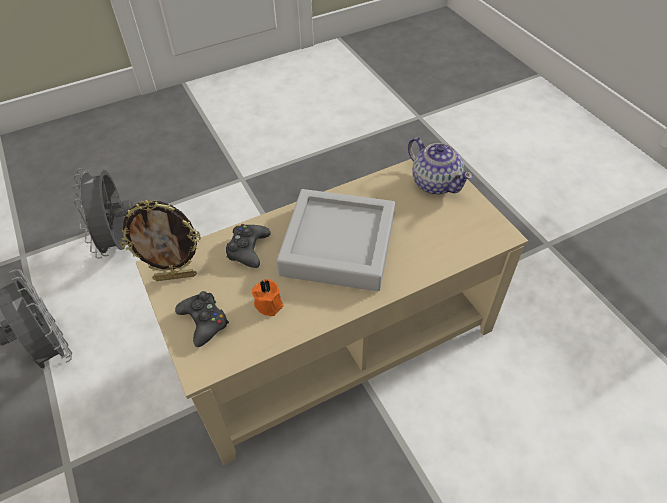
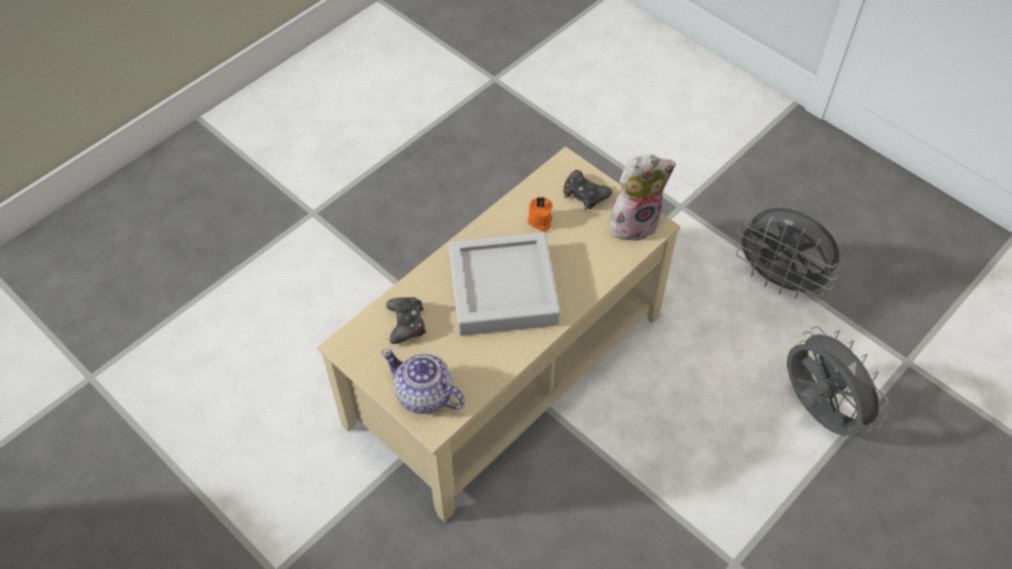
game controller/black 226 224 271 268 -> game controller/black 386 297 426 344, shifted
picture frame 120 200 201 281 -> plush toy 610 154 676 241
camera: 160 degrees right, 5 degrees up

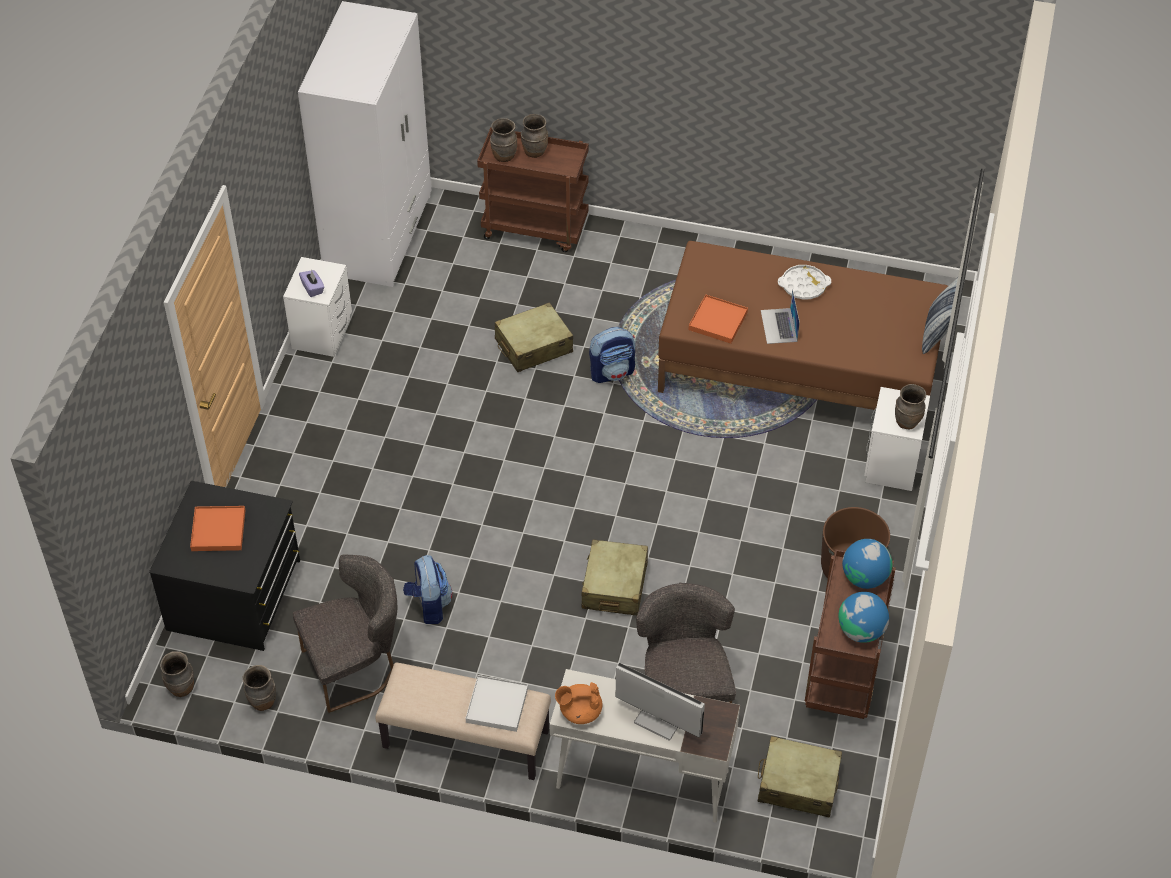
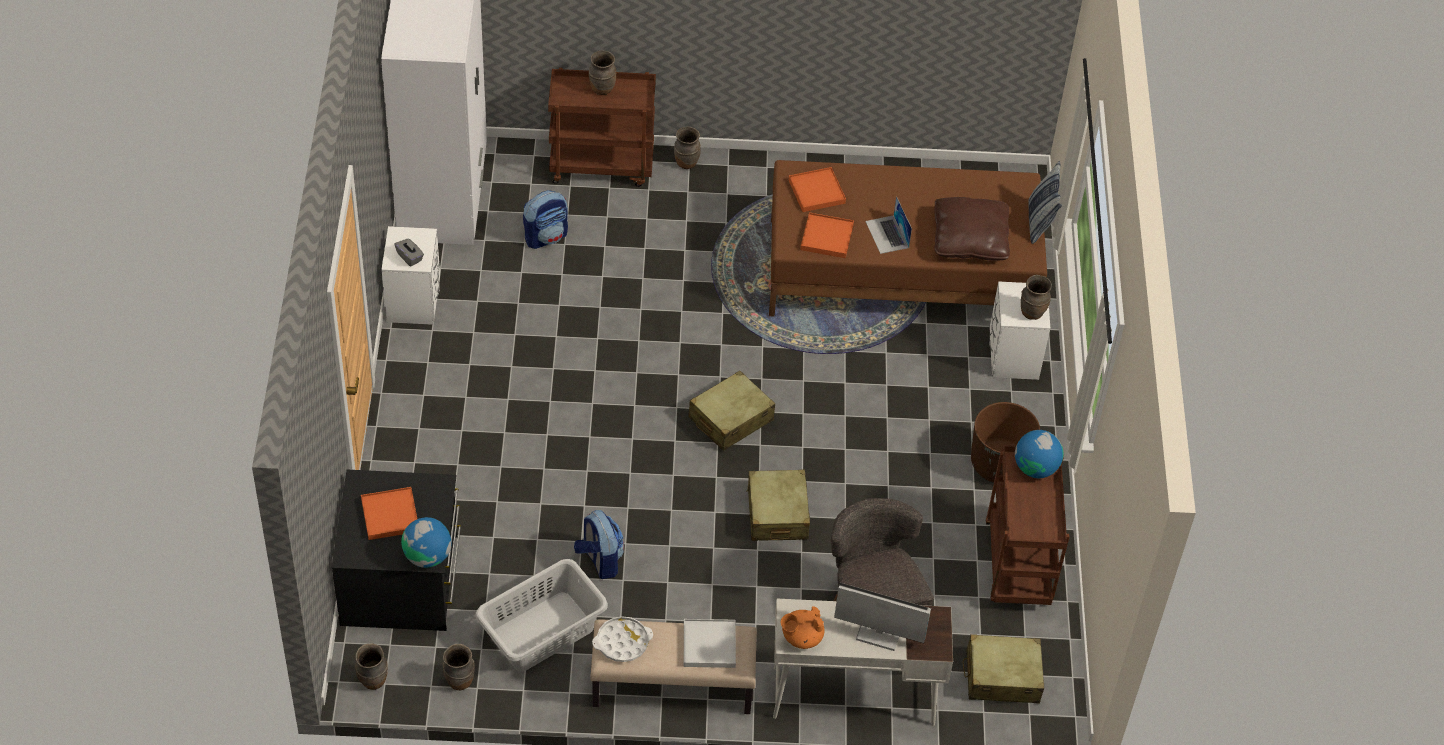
none -> tray/orange 789 167 846 212
none -> pillow/brown 934 197 1010 261
vase/brown 490 118 517 162 -> vase/brown 674 127 701 169, shifted
suitcase/beige 495 302 573 372 -> suitcase/beige 688 371 775 451, shifted
backpack 589 327 635 383 -> backpack 523 190 568 249, shifted
tray/white 778 265 831 300 -> tray/white 592 616 653 662, shifted
globe 839 592 889 643 -> globe 401 517 451 568, shifted
chair/grey 293 555 397 713 -> laundry basket/grey 475 559 608 671
tissue box/purple 299 270 324 297 -> tissue box/grey 394 238 424 267
camera: 15 degrees left, 0 degrees up

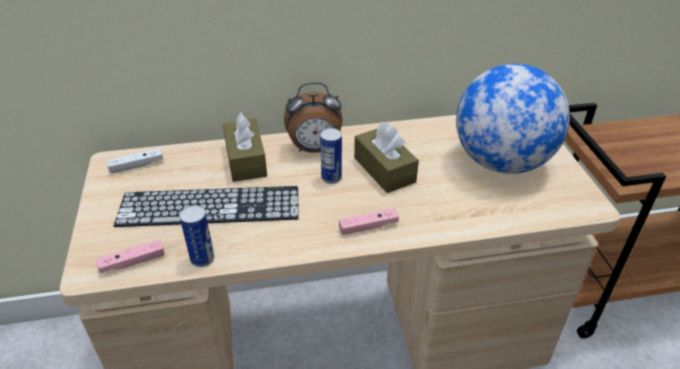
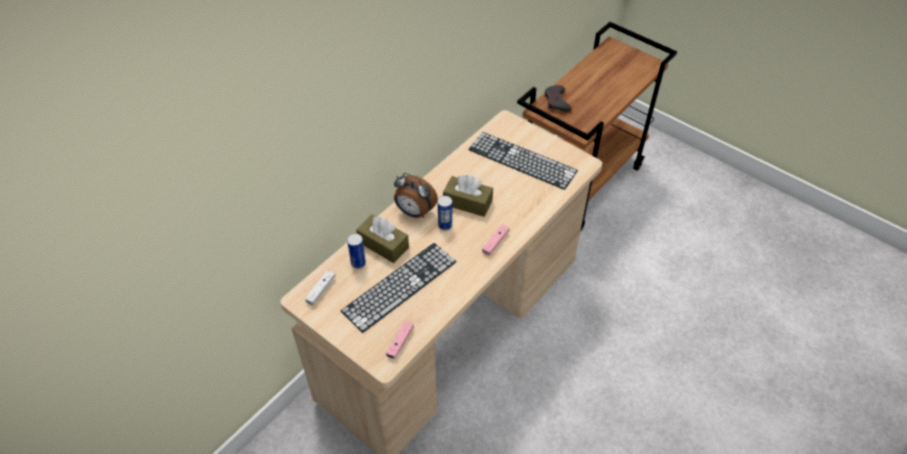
none -> game controller/grey 545 85 572 112
can 179 205 214 267 -> can 347 233 366 269, shifted
globe 456 64 570 174 -> keyboard 468 132 578 190
alarm clock 284 82 342 153 -> alarm clock 394 173 438 218, 75 degrees clockwise
camera: 40 degrees left, 10 degrees up

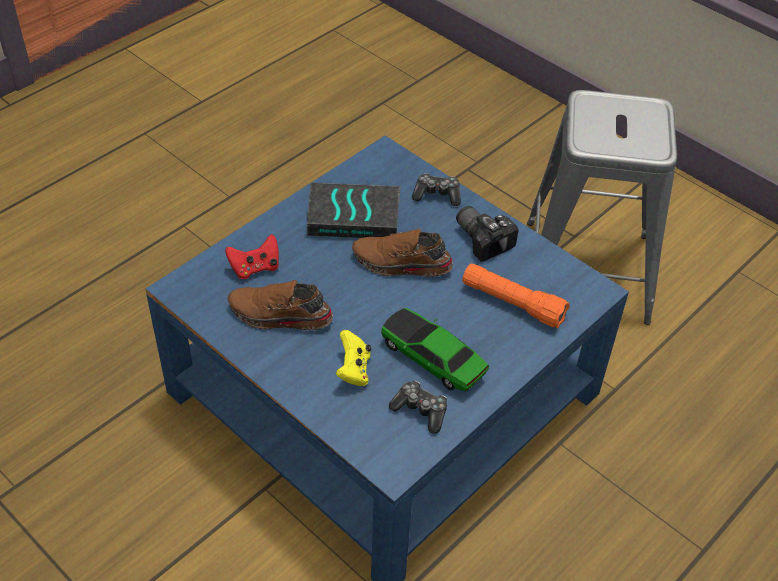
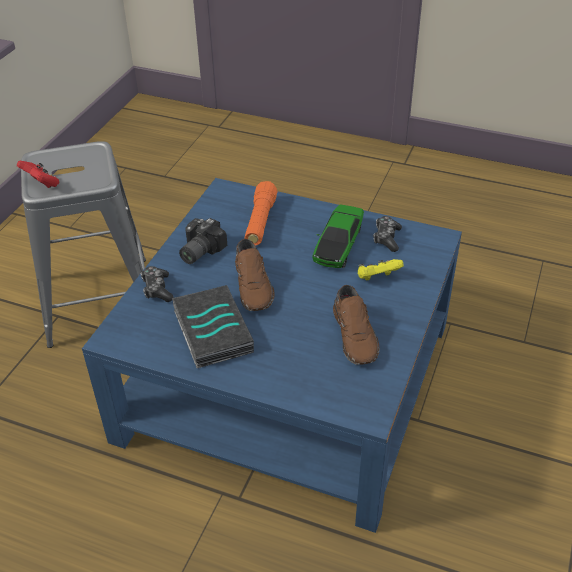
game controller/red 225 234 279 279 -> game controller/red 17 161 59 188, shifted
camera: 110 degrees left, 5 degrees down

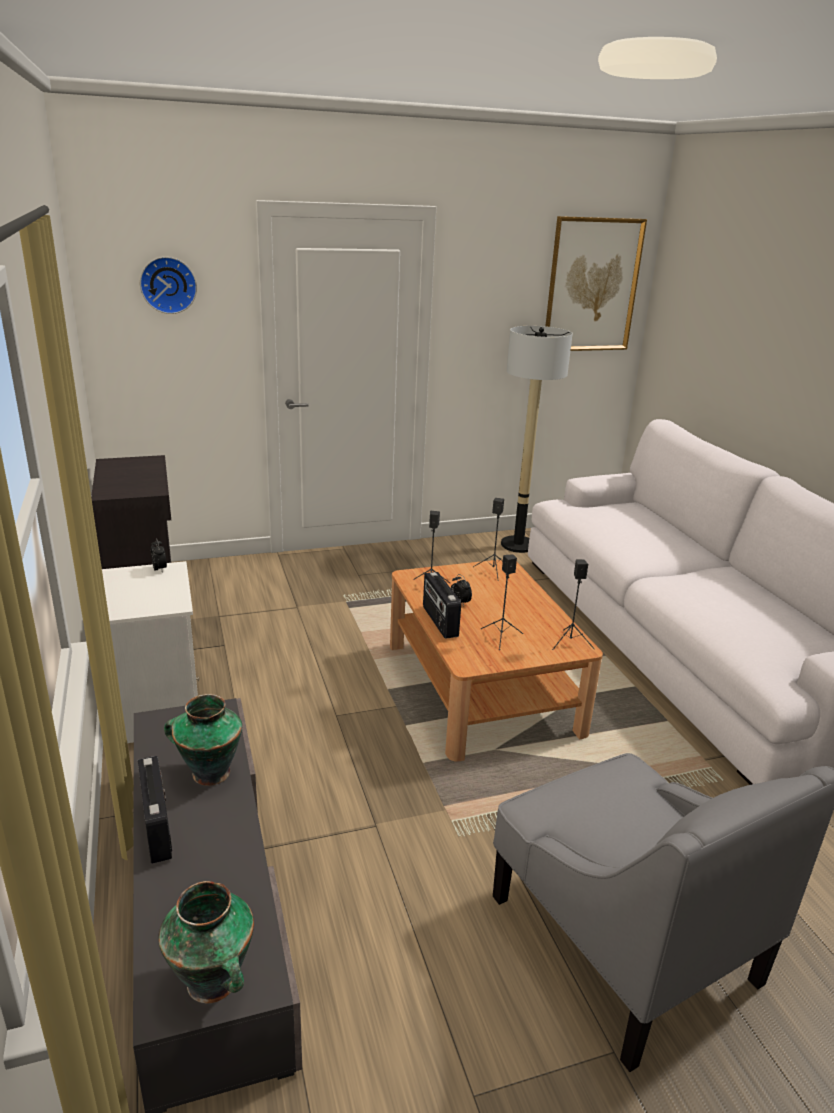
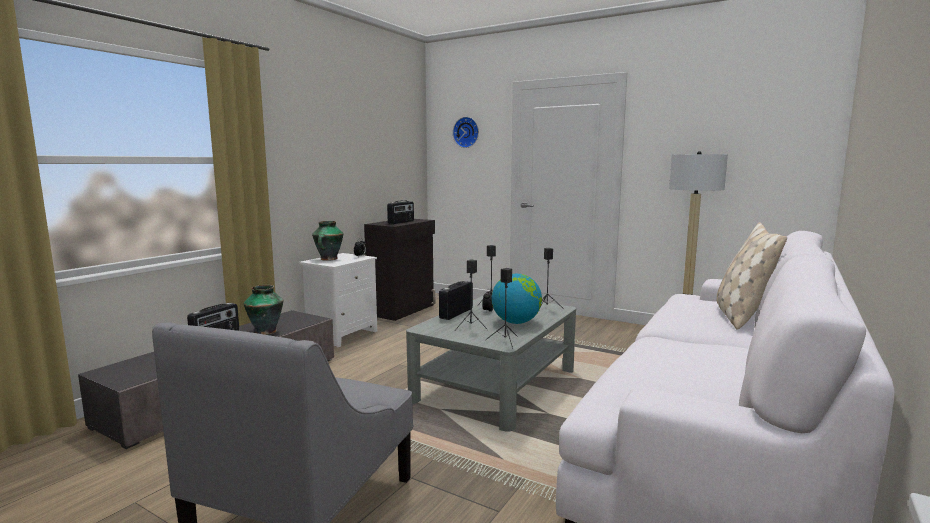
picture 546 216 647 351 -> none
none -> radio 387 200 414 224
none -> globe 491 274 542 324
none -> pillow/beige 716 222 787 330
vase 158 881 254 1004 -> vase 312 221 344 261, shifted
coffee table/brown 390 559 603 761 -> coffee table/grey 406 296 576 432
camera: 50 degrees right, 15 degrees down

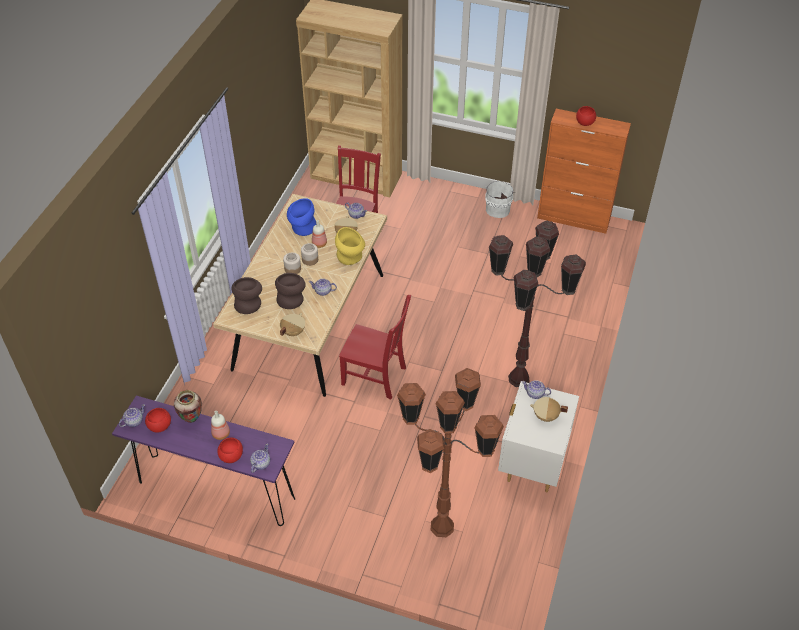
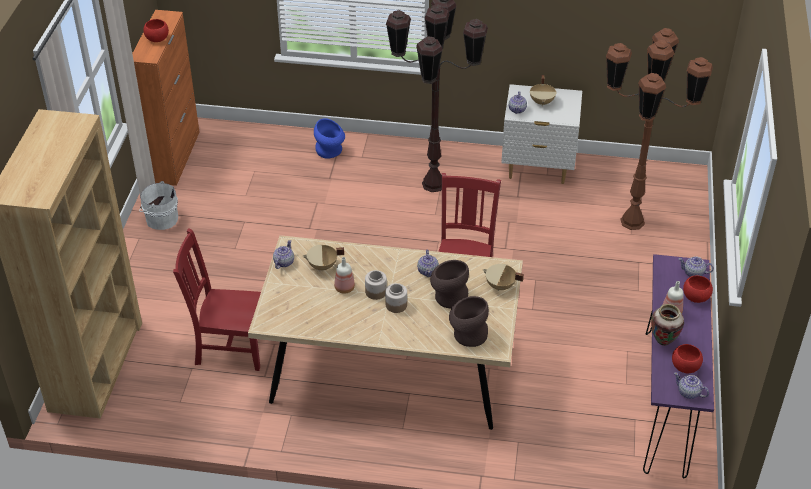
vase/yellow 335 227 365 265 -> none
vase/blue 287 198 316 236 -> vase/blue 314 118 345 159, shifted
camera: 100 degrees left, 5 degrees down

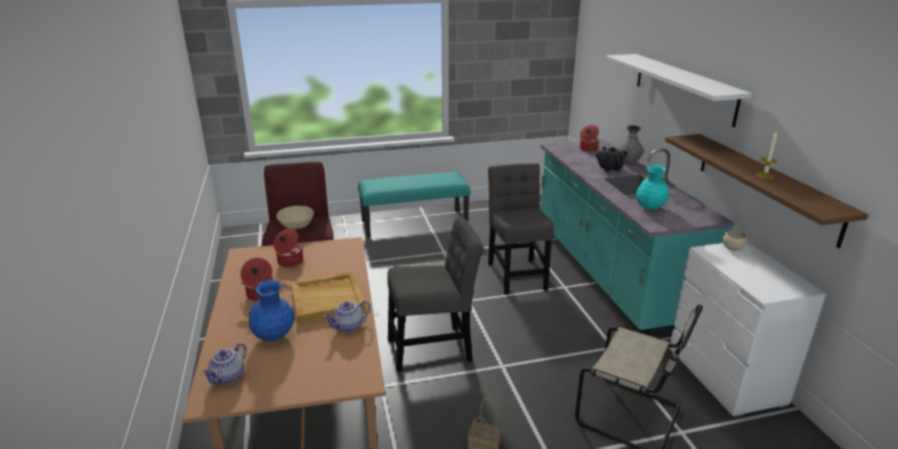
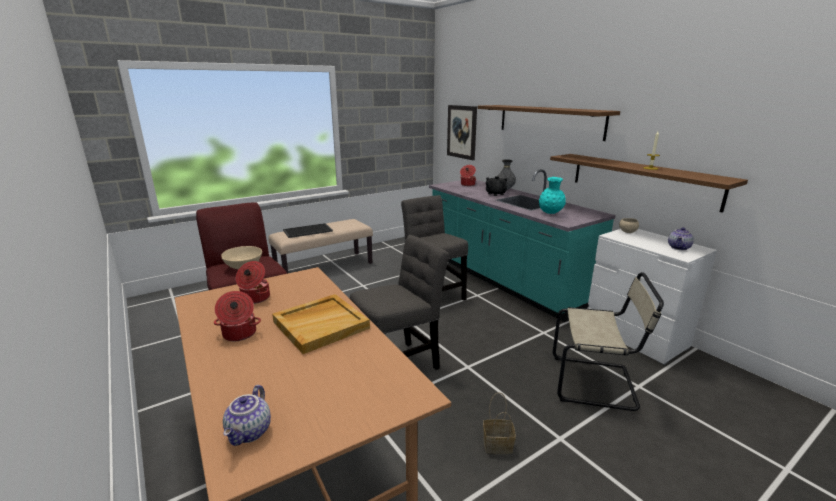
vase/blue 249 280 295 341 -> none
none -> tray 283 223 333 238
none -> picture 447 105 477 160
teapot 323 301 371 333 -> teapot 668 227 694 250, shifted
bench/turquoise 358 172 470 237 -> bench/beige 268 219 373 274
shelf/white 606 54 753 127 -> shelf/brown 478 105 620 141
camera: 20 degrees left, 5 degrees down

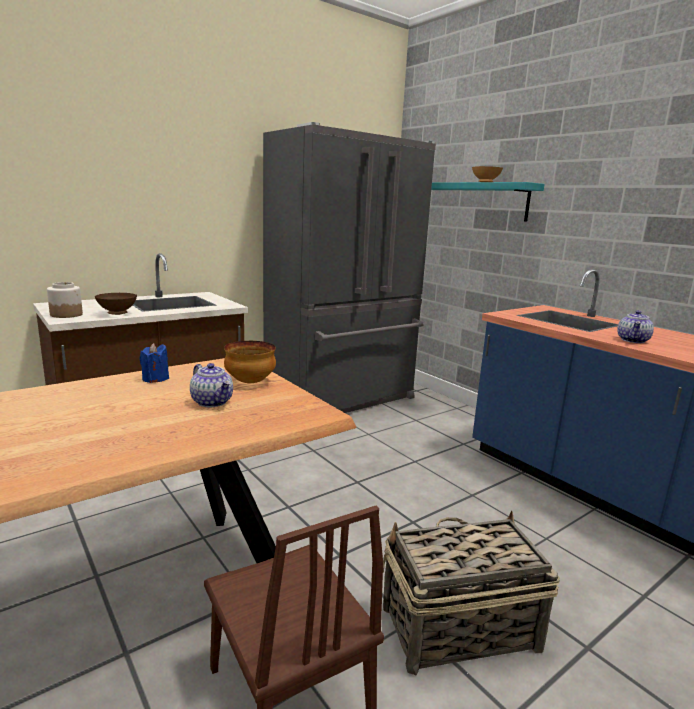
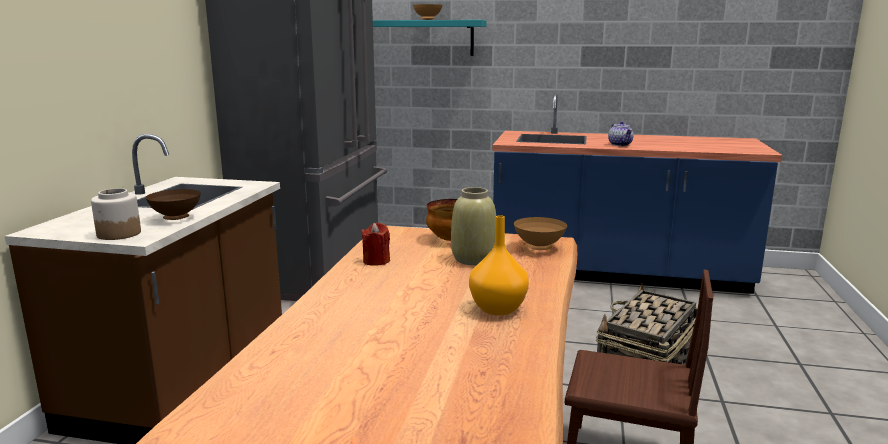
none -> vase/orange 469 215 529 315
none -> bowl/brown 514 217 567 250
teapot 190 363 233 407 -> vase/beige 451 187 496 265
candle/blue 140 343 169 383 -> candle/red 361 223 390 266
camera: 40 degrees left, 0 degrees up

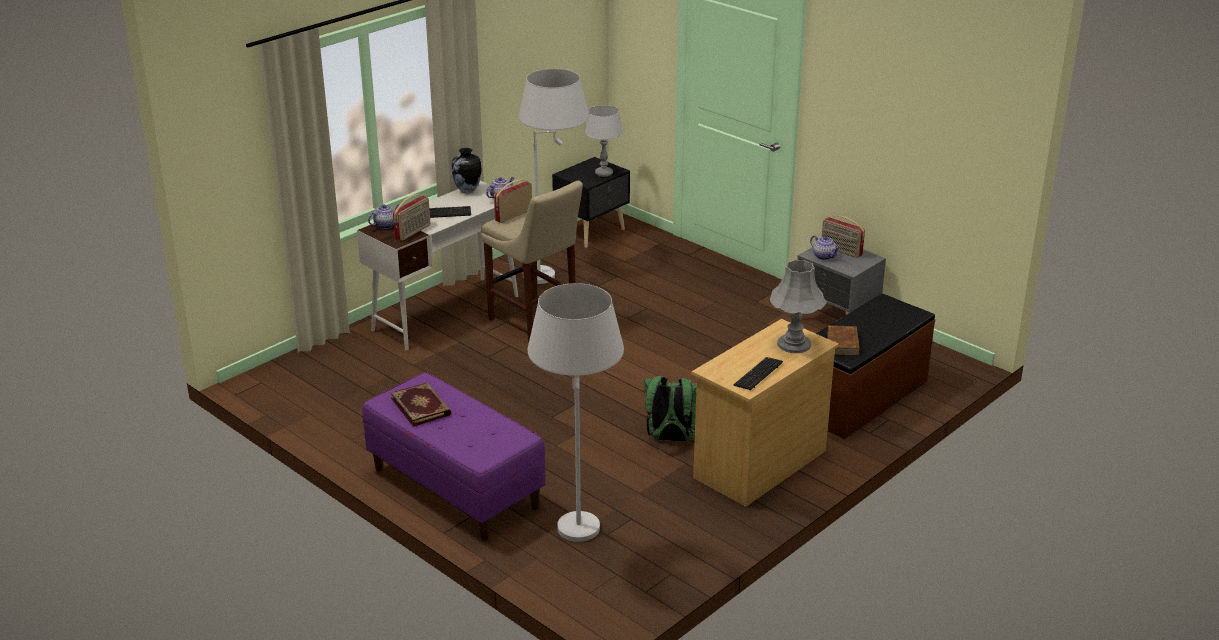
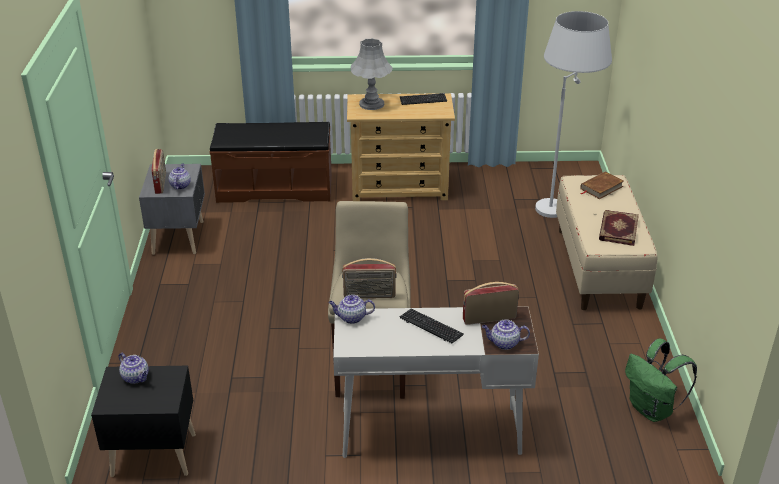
vase 452 148 482 194 -> none
floor lamp/white 519 68 589 284 -> none
backpack/green 644 375 697 442 -> backpack/green 625 338 697 422, shifted
book/brown 827 325 860 355 -> book/brown 580 171 623 199, shifted
table lamp/grey 585 105 623 177 -> teapot 119 353 149 384
bench/purple 363 372 546 541 -> bench/beige 556 175 657 310
camera: 135 degrees left, 5 degrees up

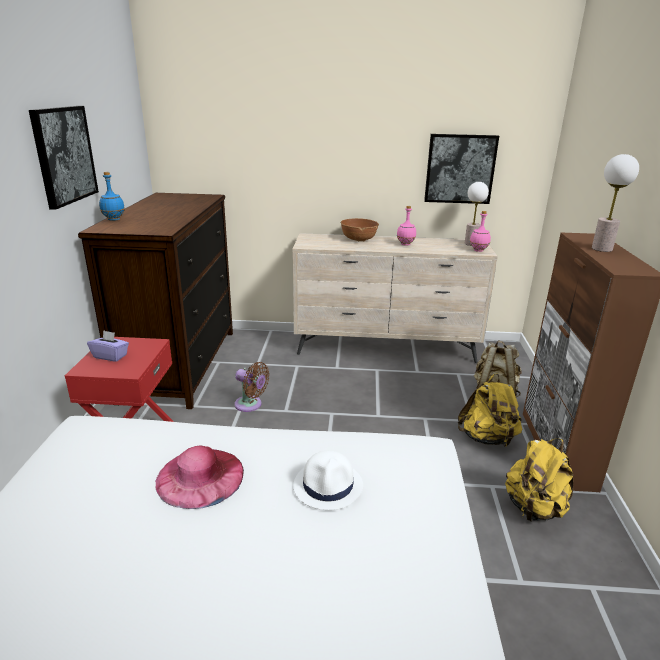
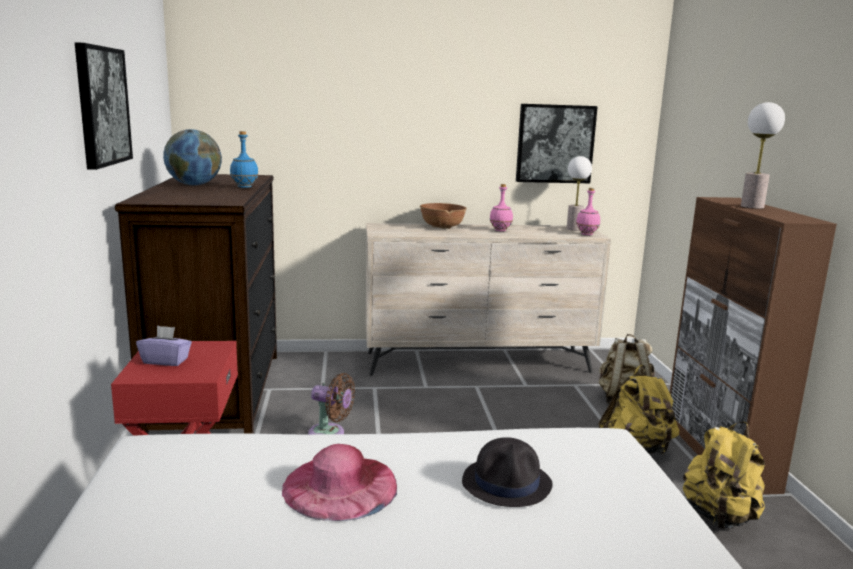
none -> globe 163 129 222 185
bottle/blue 99 172 125 221 -> bottle/blue 230 131 259 188, shifted
hat/white 293 450 363 510 -> hat/black 462 437 553 507
camera: 10 degrees left, 10 degrees down

